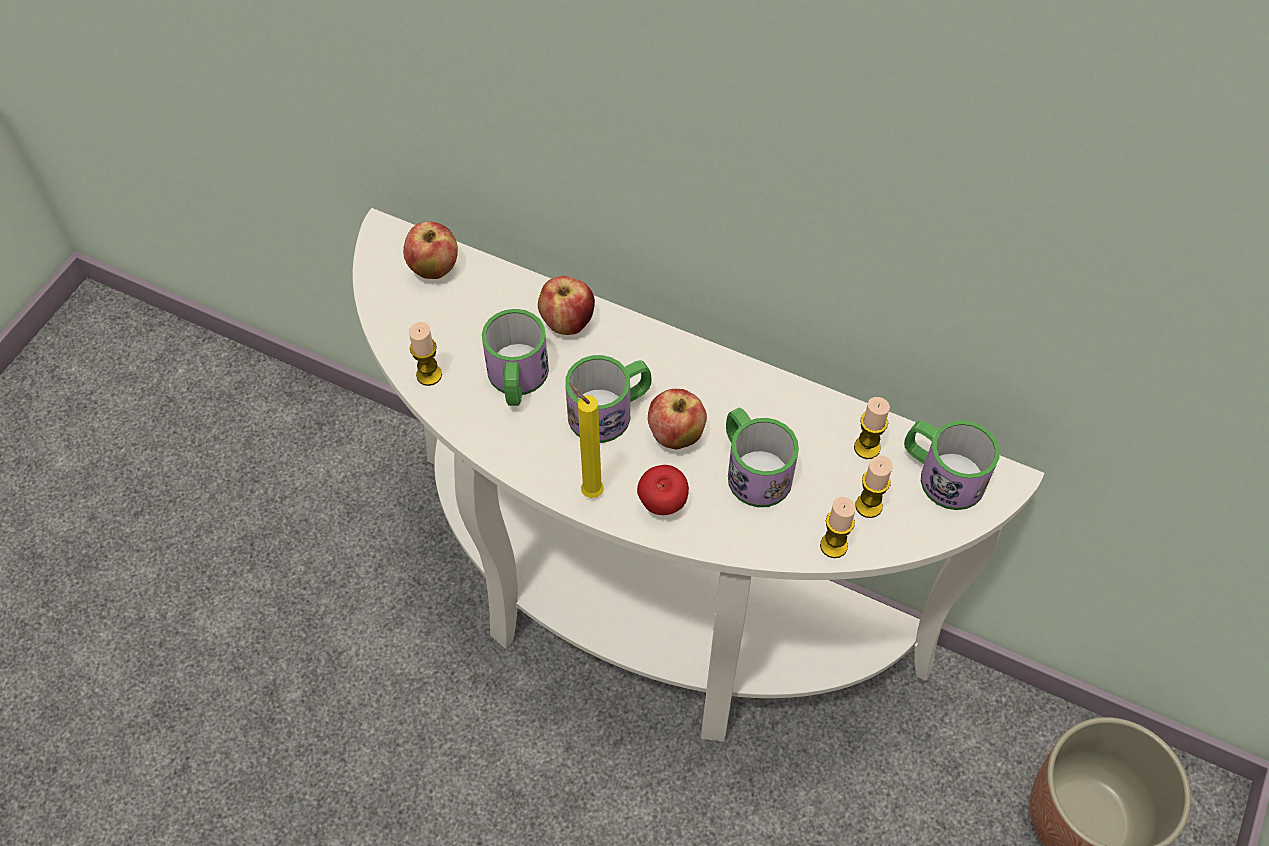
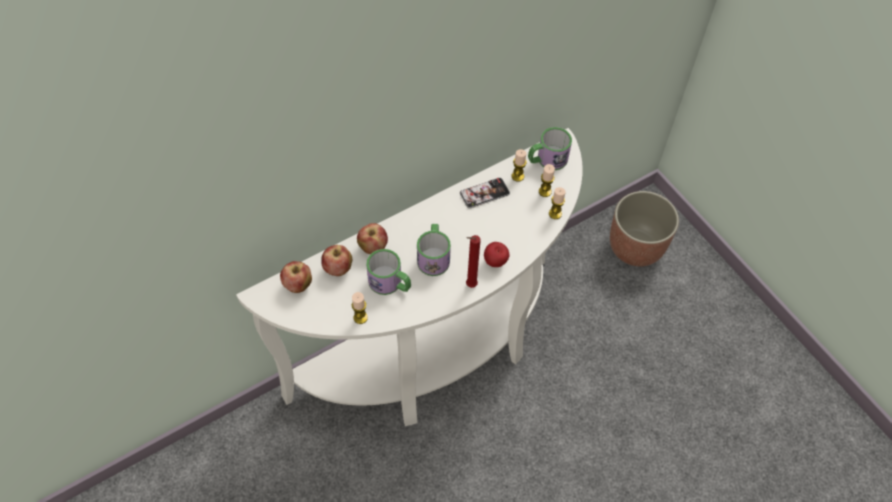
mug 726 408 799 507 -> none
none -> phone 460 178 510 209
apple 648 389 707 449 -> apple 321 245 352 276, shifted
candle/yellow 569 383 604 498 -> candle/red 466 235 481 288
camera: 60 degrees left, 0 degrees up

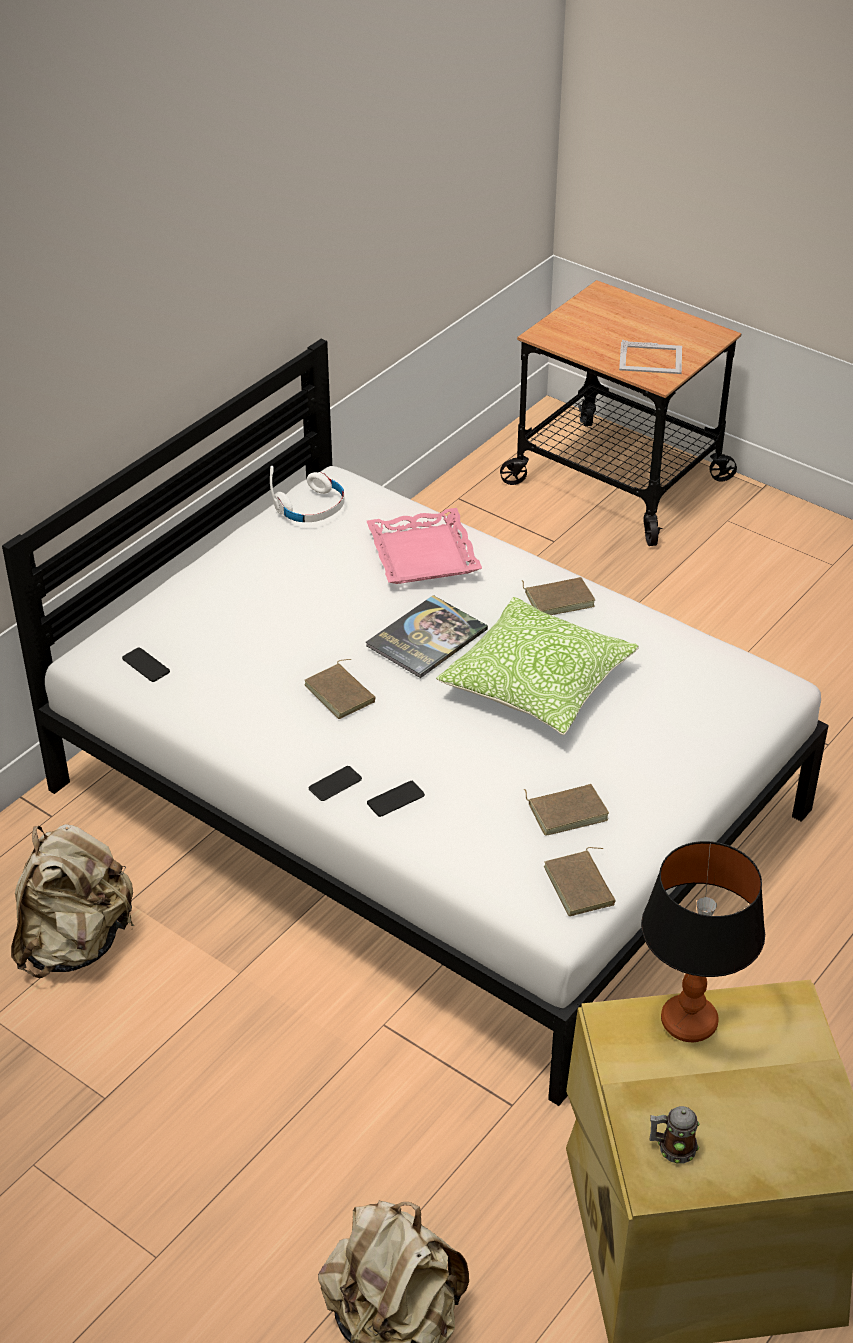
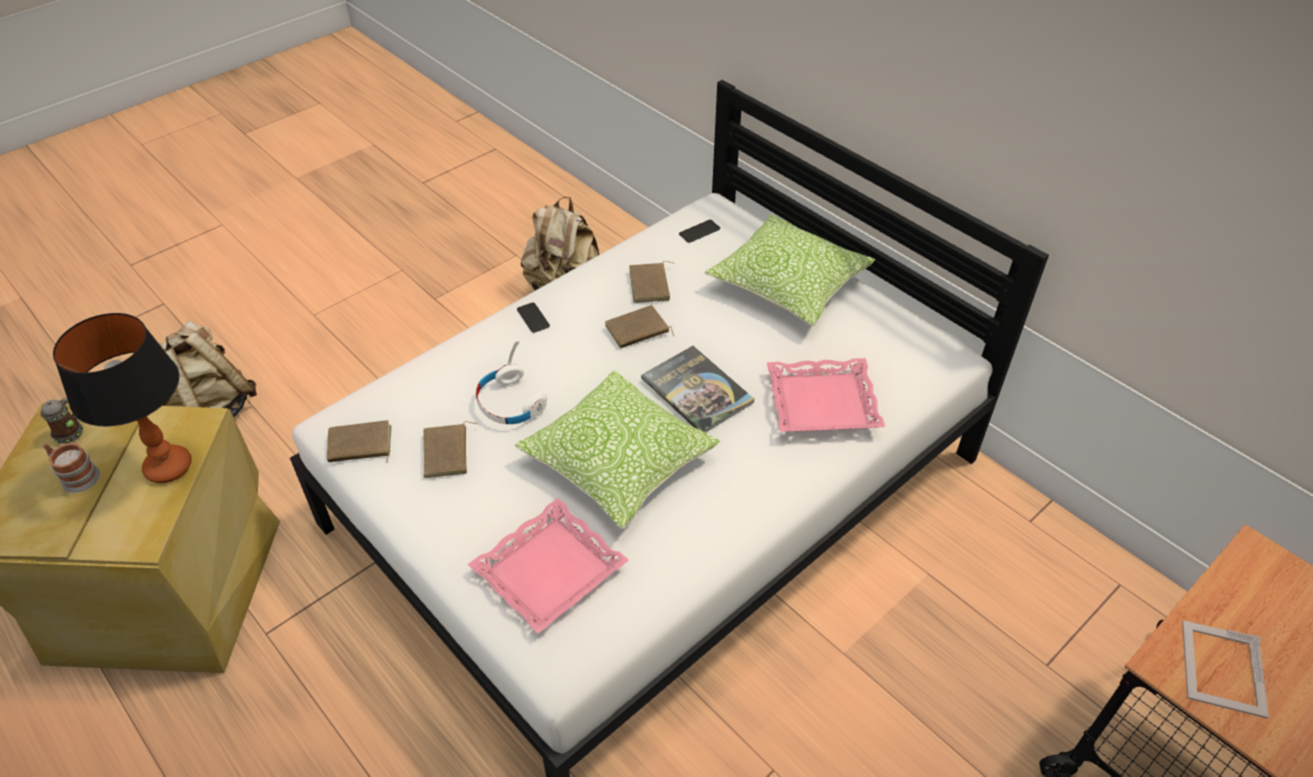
phone 367 781 425 817 -> none
none -> mug 43 443 100 493
none -> tray/pink 468 498 629 634
none -> pillow 705 214 875 326
headphones/white 270 466 344 522 -> headphones/white 476 340 547 424, shifted
book/brown 522 577 595 615 -> book/brown 629 261 675 303, shifted
camera: 100 degrees right, 5 degrees up

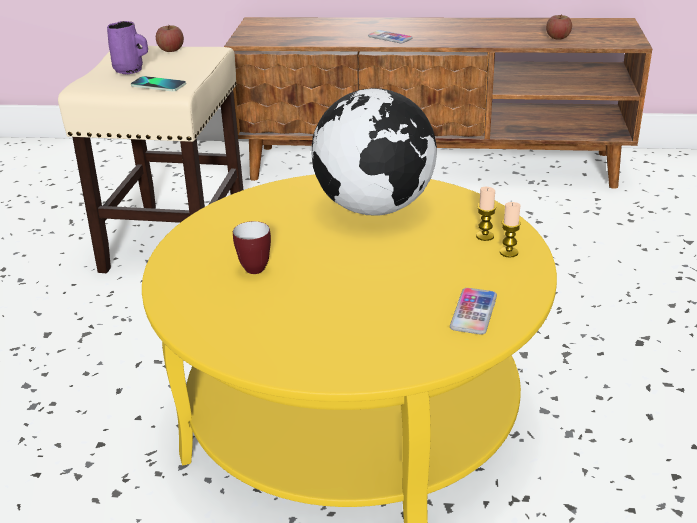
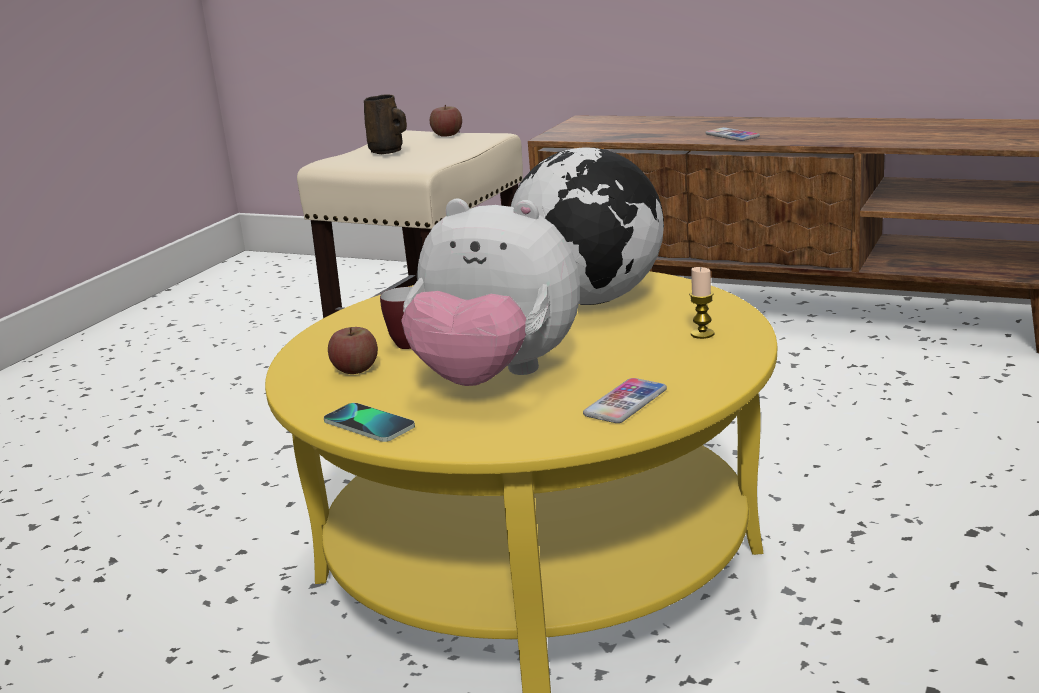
candle 500 202 521 258 -> none
none -> plush toy 401 199 580 386
phone 131 76 186 91 -> phone 324 403 415 442, shifted
apple 546 15 572 40 -> apple 328 327 378 374, shifted
mug/purple 107 21 148 74 -> mug/brown 364 94 407 154
camera: 20 degrees right, 10 degrees down

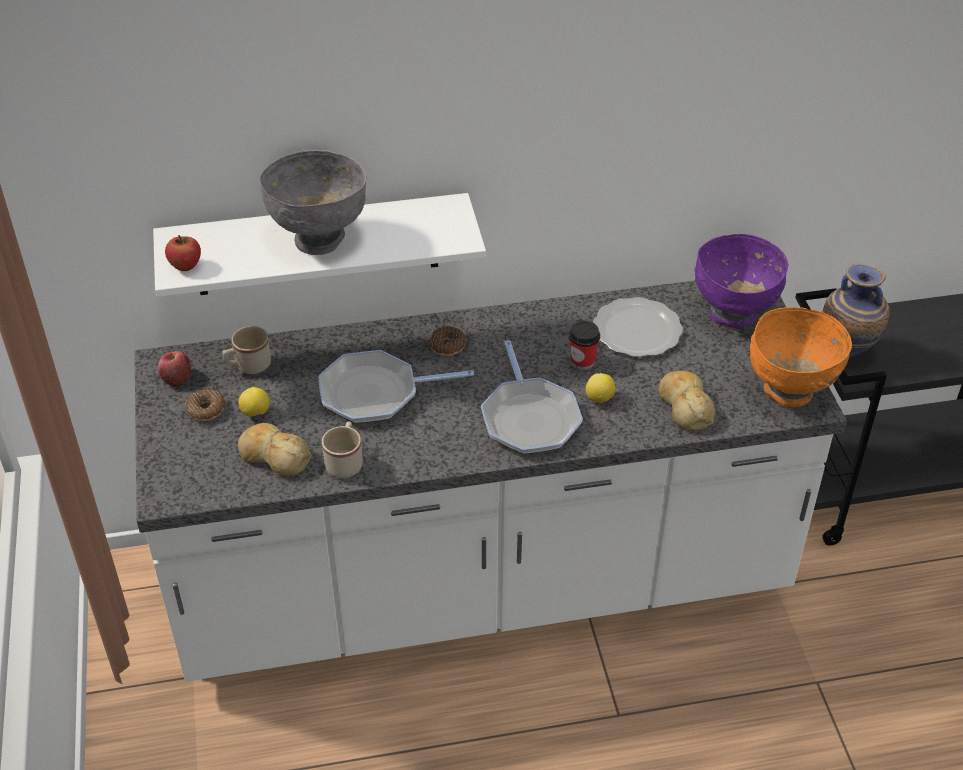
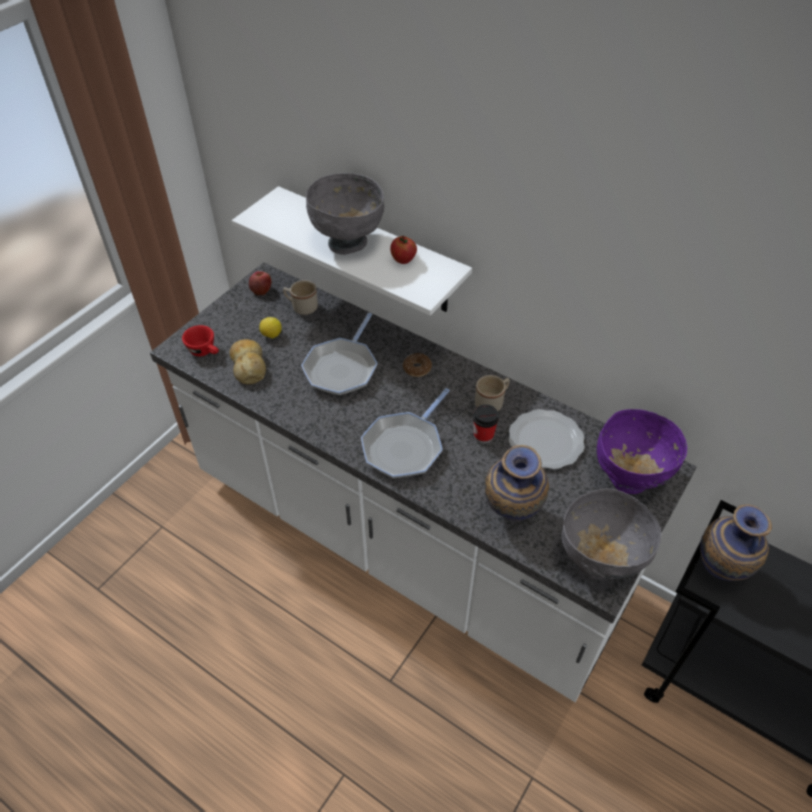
donut 185 389 225 421 -> none
lemon 585 373 615 403 -> none
none -> cup/red 182 325 219 356
apple 165 235 201 271 -> apple 390 236 417 264, shifted
mug/beige 322 421 363 478 -> mug/beige 475 375 510 412, shifted
bread 659 371 715 431 -> vase 485 445 549 521
bowl/orange 750 307 852 407 -> bowl/grey 561 488 661 580
frying pan 319 350 474 423 -> frying pan 301 313 378 396, 105 degrees counterclockwise
camera: 45 degrees right, 5 degrees up

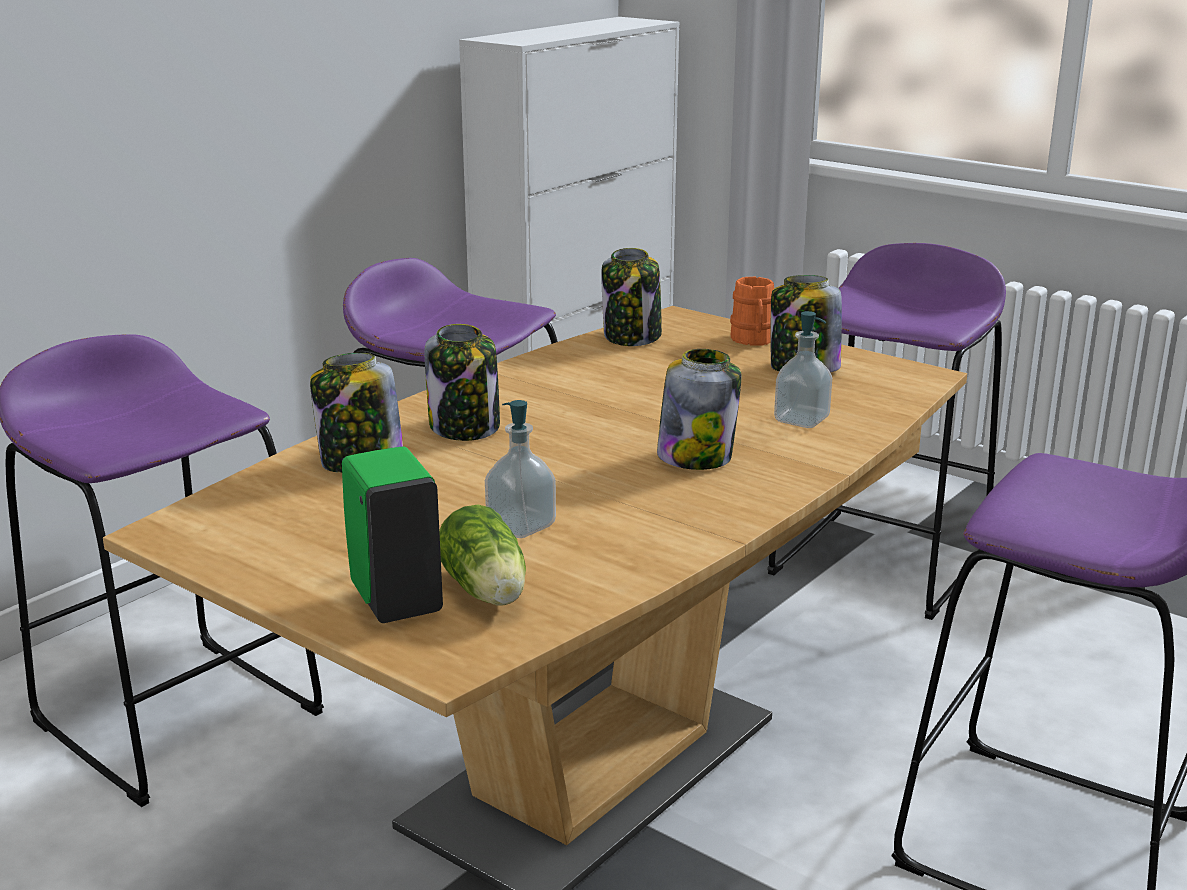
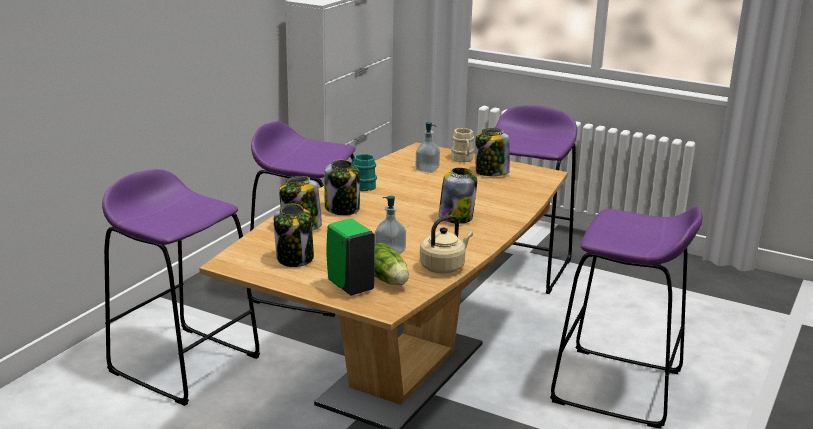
none -> mug/turquoise 352 154 377 191
none -> kettle/beige 420 215 473 274
jar 601 248 662 346 -> jar 274 204 314 267, shifted
soap dispenser 774 311 832 428 -> soap dispenser 416 122 440 173, shifted
mug/orange 730 277 774 346 -> mug/beige 451 128 474 162
camera: 10 degrees left, 0 degrees up

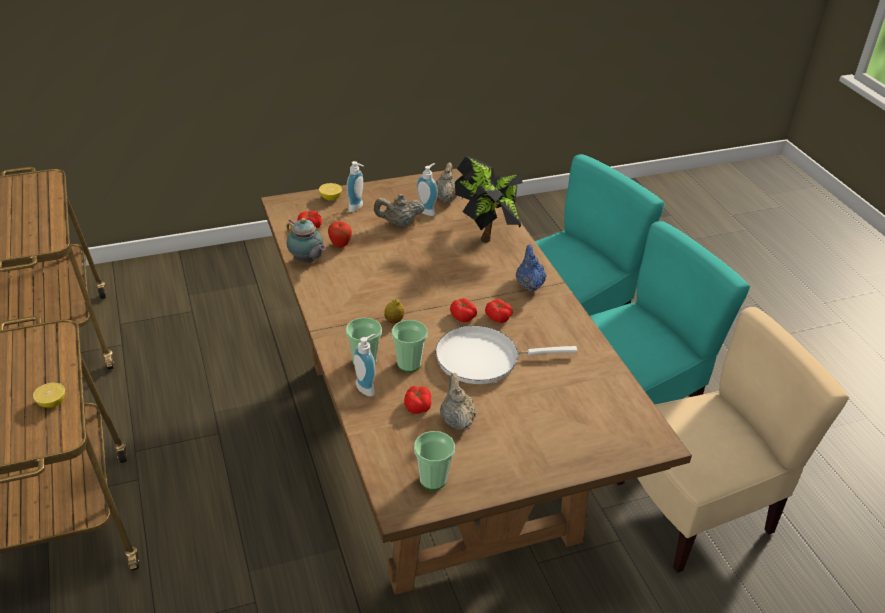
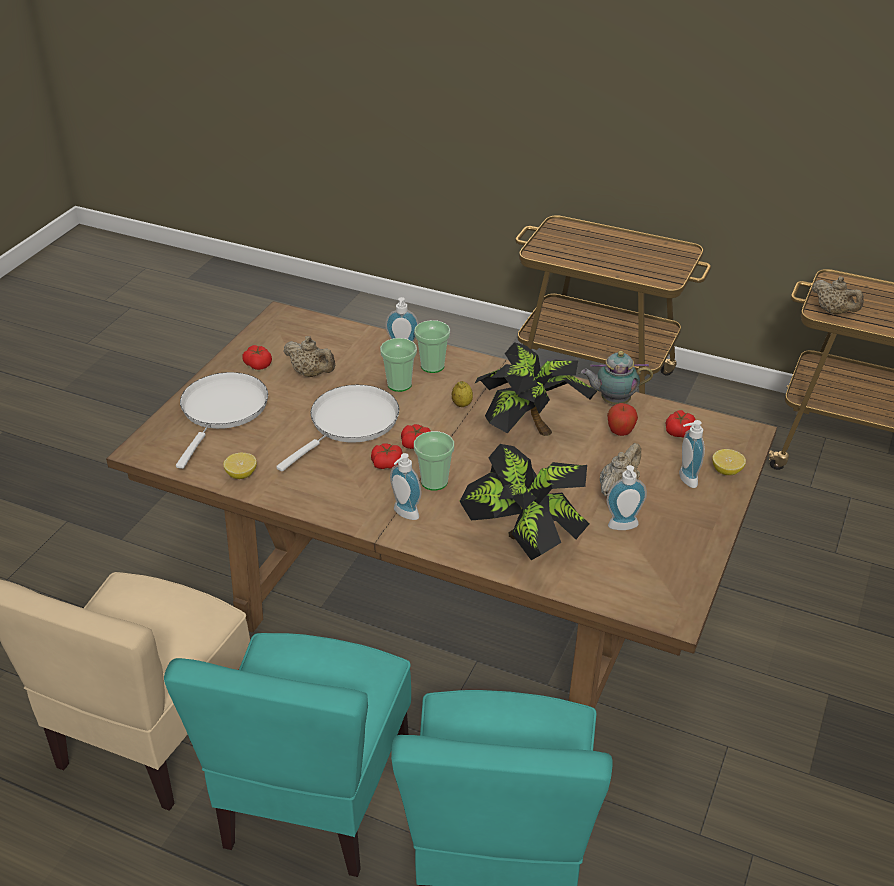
none -> frying pan/white 176 372 268 469
none -> potted plant 475 342 597 436
lemon 33 383 65 408 -> lemon 223 453 257 479, shifted
tomato 404 386 431 414 -> tomato 242 345 272 370, shifted
cup 414 431 455 490 -> cup 414 431 454 491, shifted
teapot/beige 436 162 457 203 -> teapot/beige 812 276 864 314, shifted
teapot/blue 516 245 546 291 -> soap dispenser 390 453 421 520
camera: 135 degrees right, 0 degrees up

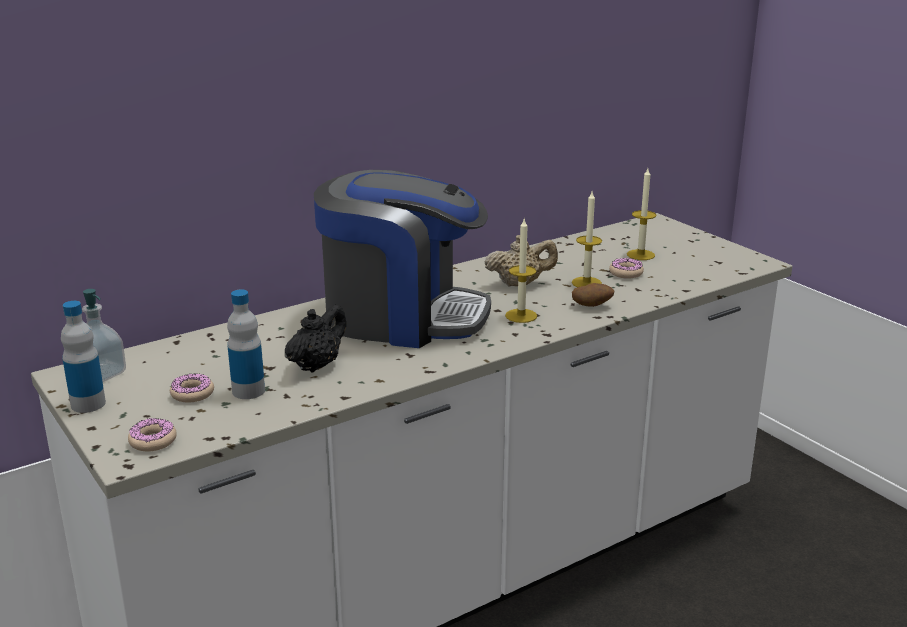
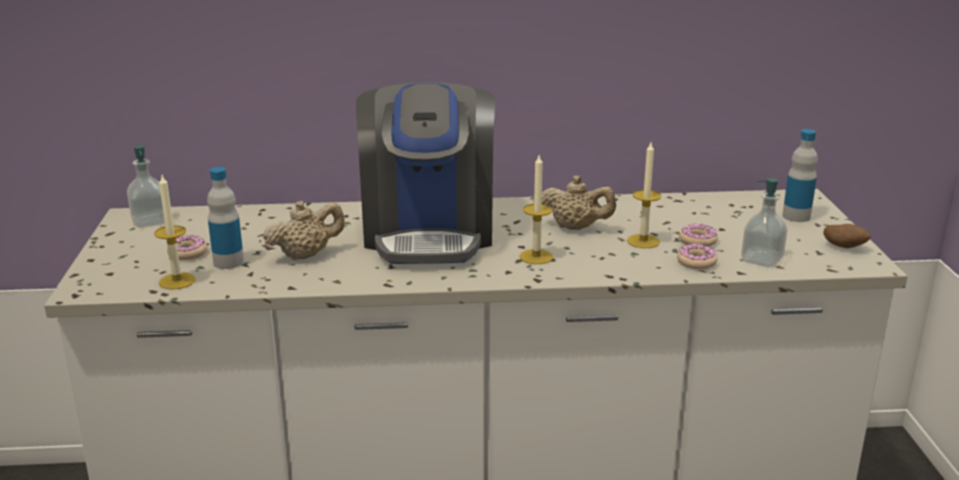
none -> soap dispenser 741 178 788 268
bottle 61 301 106 413 -> bottle 782 129 818 222, shifted
donut 128 418 177 451 -> donut 677 243 718 269, shifted
potato 572 283 614 307 -> potato 823 224 871 248, shifted
candle 627 169 656 260 -> candle 154 175 195 290, shifted
teapot/black 285 305 346 372 -> teapot/beige 263 201 345 260
coffee machine 314 170 491 348 -> coffee machine 356 82 495 264, 45 degrees clockwise
camera: 30 degrees right, 0 degrees up

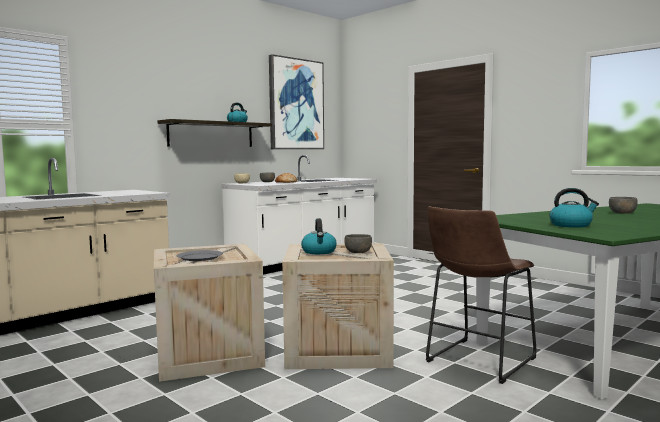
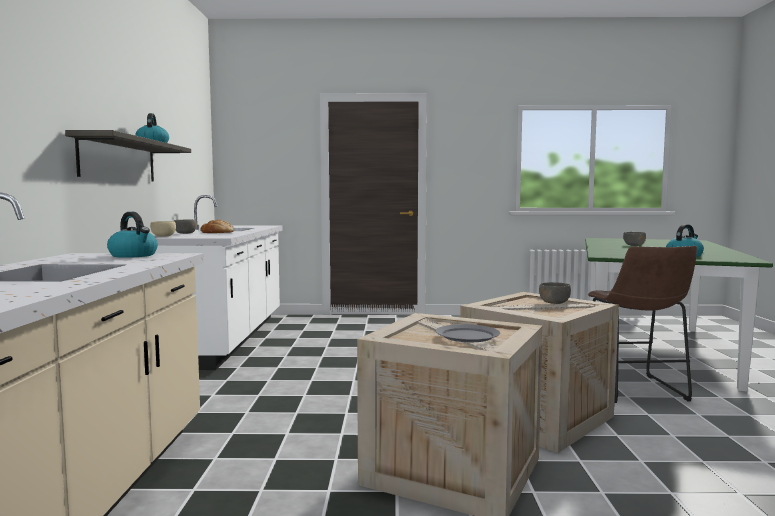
picture 269 54 324 149 -> none
kettle 301 218 337 254 -> kettle 107 212 158 258, shifted
camera: 45 degrees left, 0 degrees up

